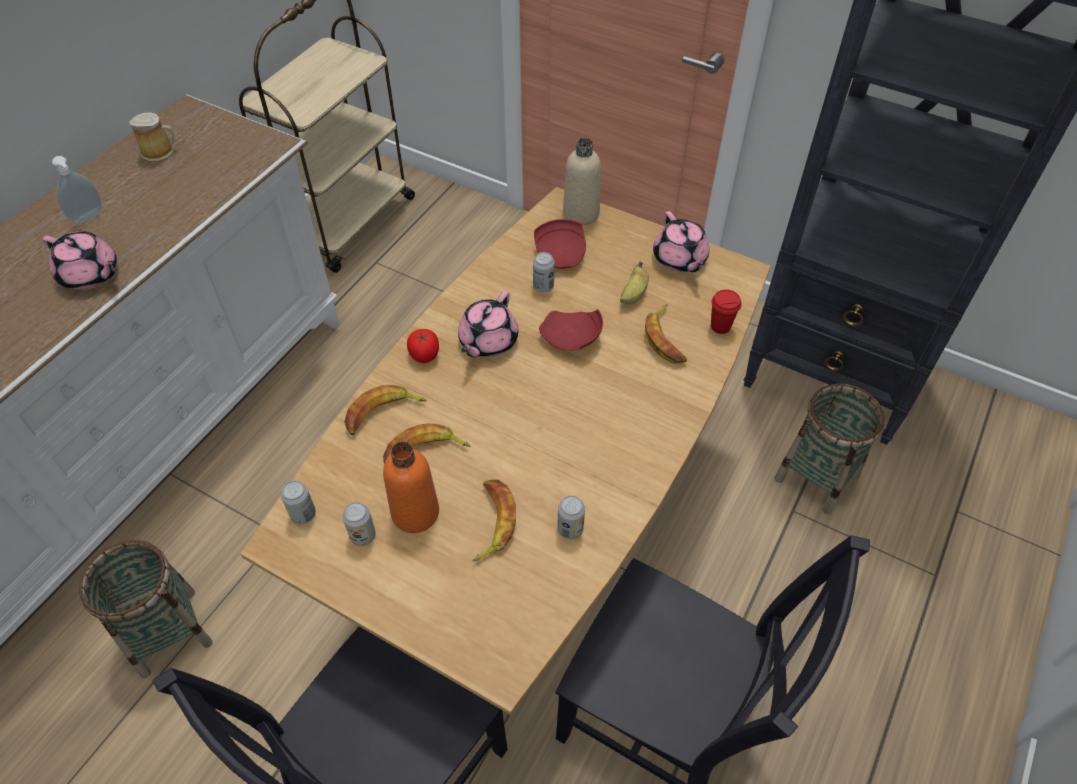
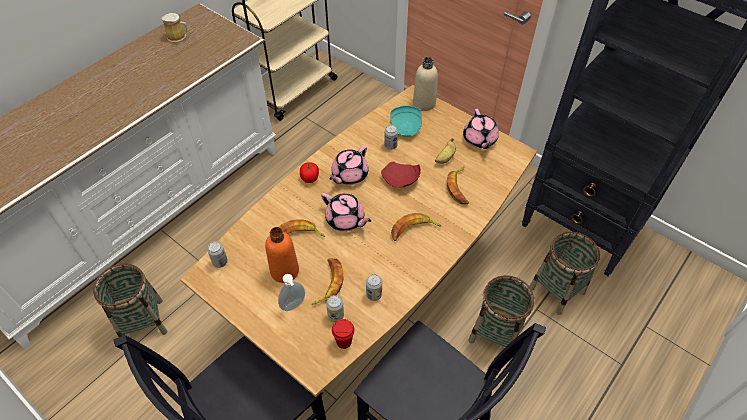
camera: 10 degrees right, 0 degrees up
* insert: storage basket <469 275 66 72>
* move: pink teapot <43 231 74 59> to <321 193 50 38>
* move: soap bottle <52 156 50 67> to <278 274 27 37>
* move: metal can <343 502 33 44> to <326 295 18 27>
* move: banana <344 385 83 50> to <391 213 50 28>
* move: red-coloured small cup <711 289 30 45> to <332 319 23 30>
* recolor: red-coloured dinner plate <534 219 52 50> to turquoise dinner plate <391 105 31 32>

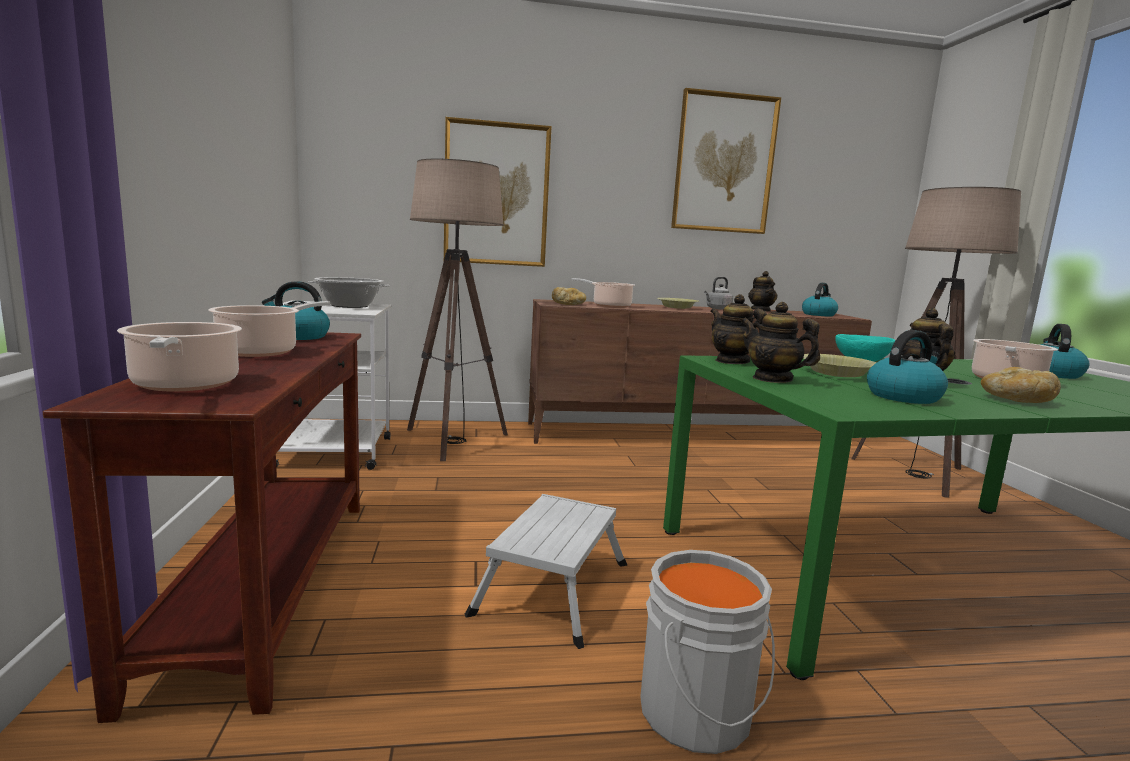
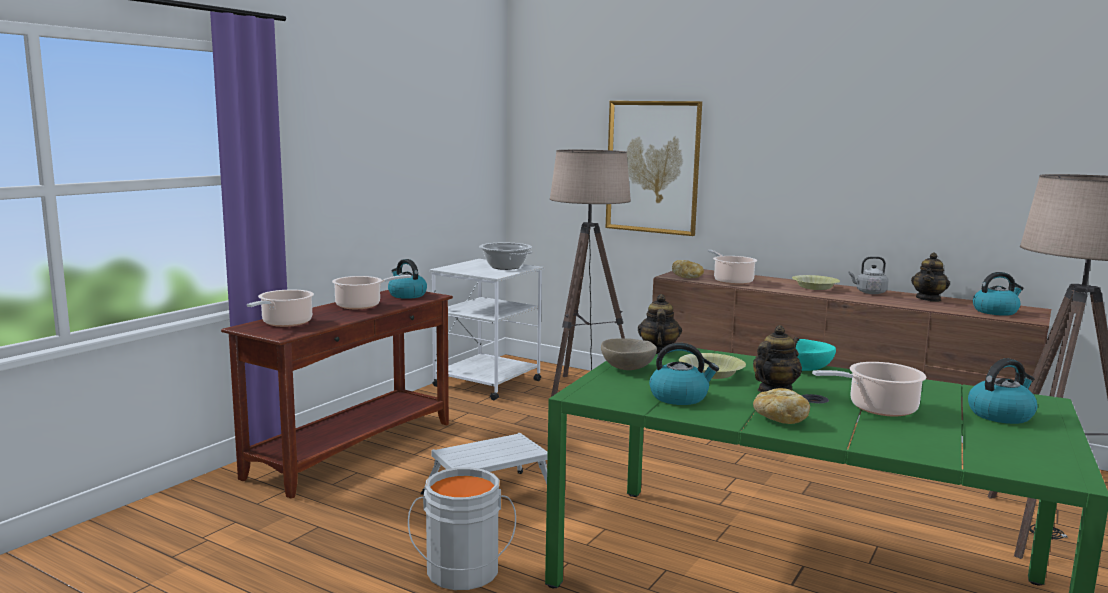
camera: 40 degrees right, 0 degrees up
* delete: wall picture <671 88 110 146>
* replace: teapot <741 302 79 81> to sand-coloured deep dish <601 338 56 32>

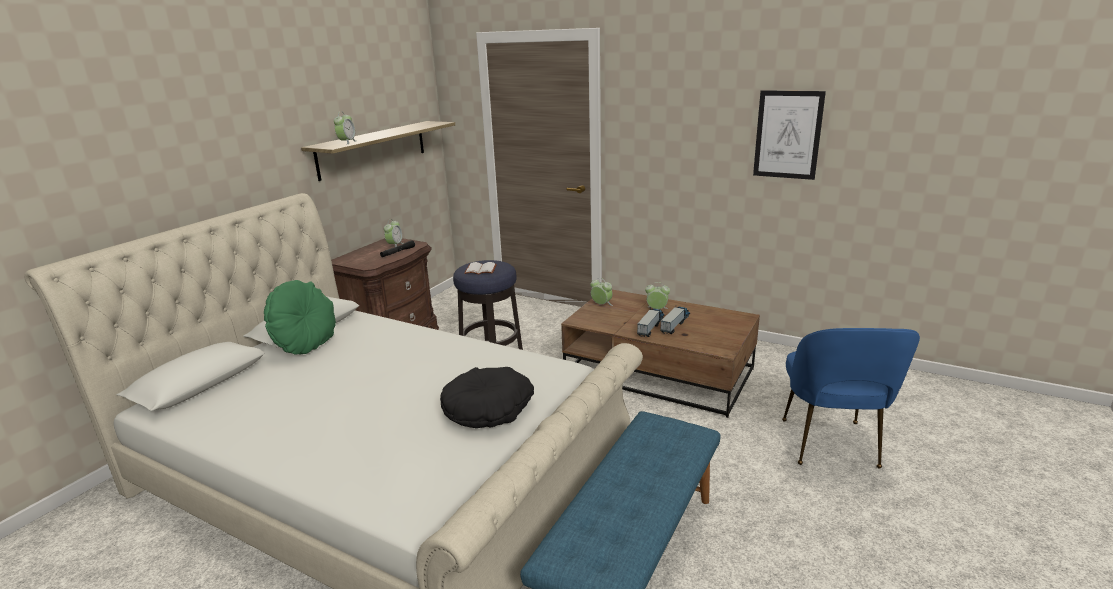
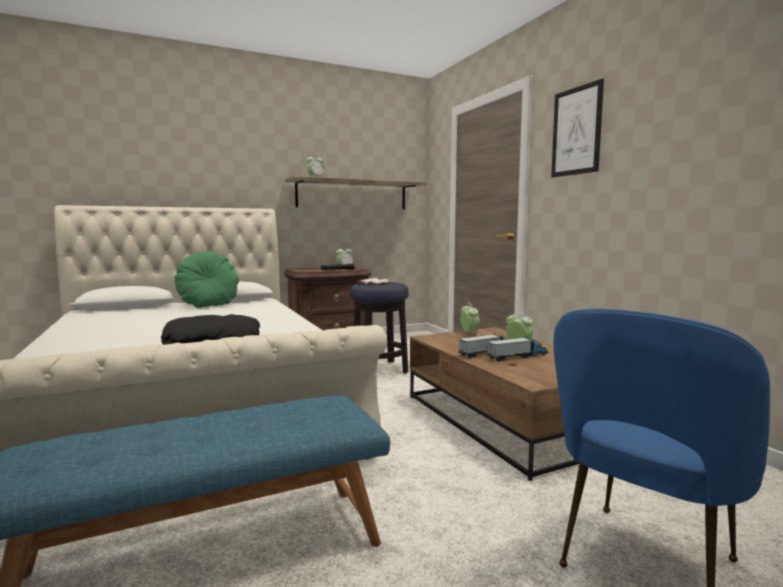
camera: 35 degrees right, 15 degrees down
* move: wall picture <753 90 73 90> to <551 78 53 99>

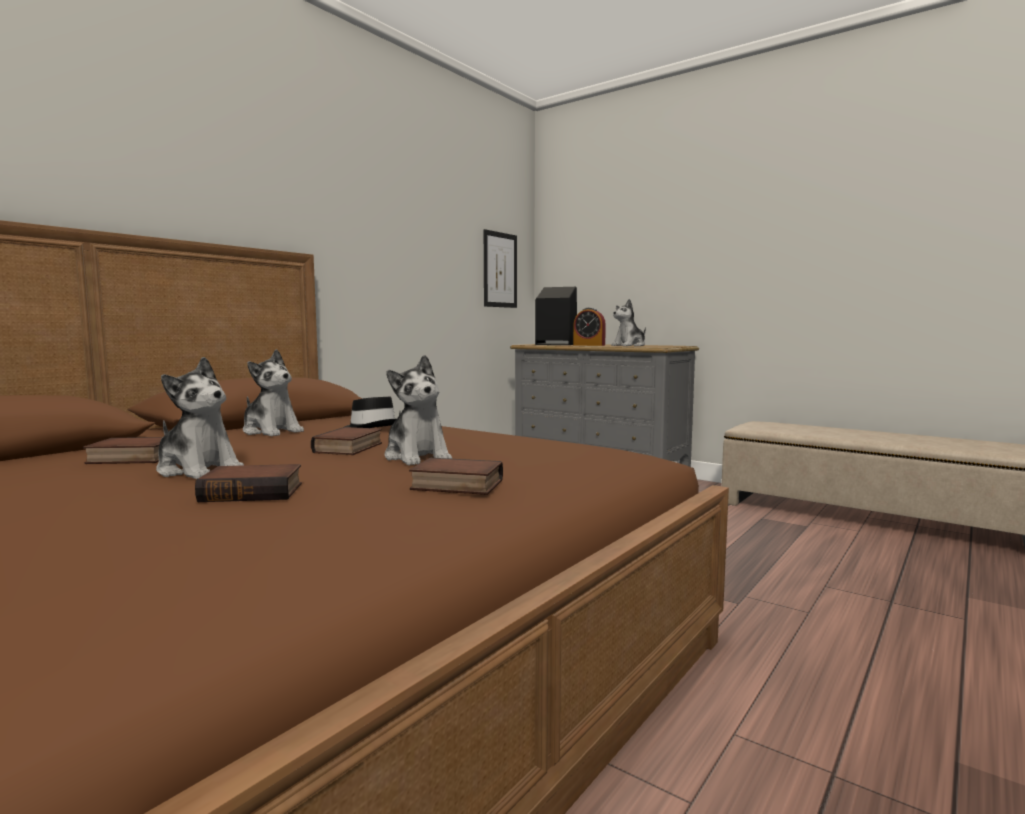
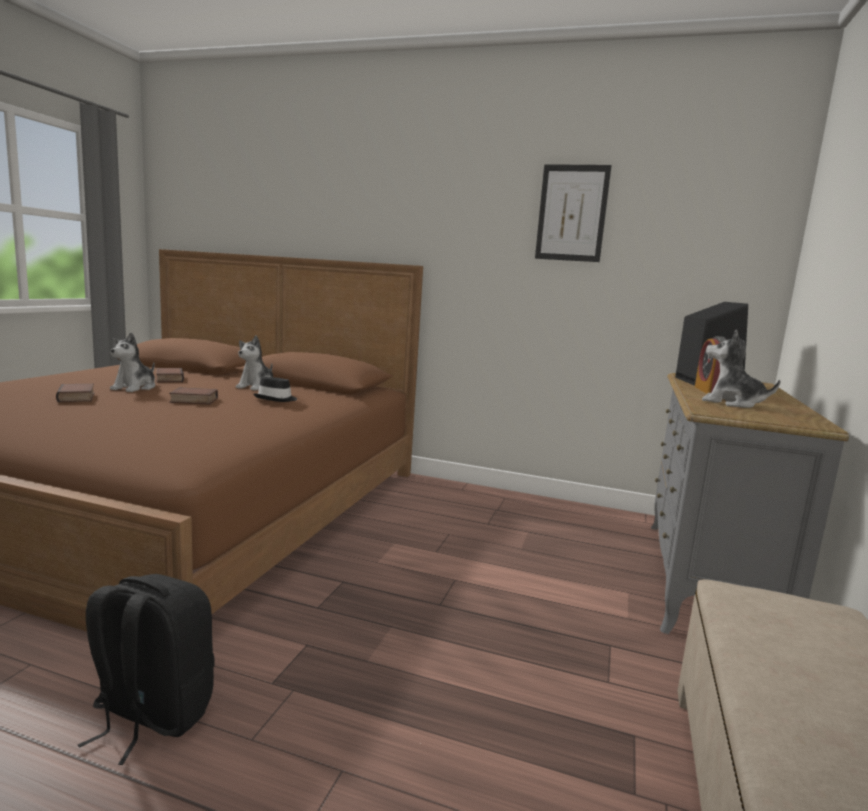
camera: 70 degrees right, 5 degrees up
* delete: cuddly toy <384 355 68 111>
* delete: bound book <409 458 94 37>
* insert: blackish backpack <78 574 137 191>
* move: wall picture <484 229 33 79> to <535 164 76 98>

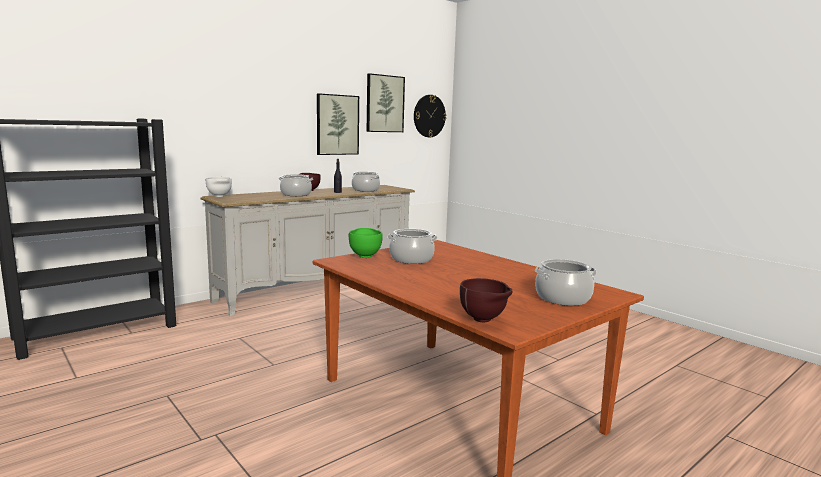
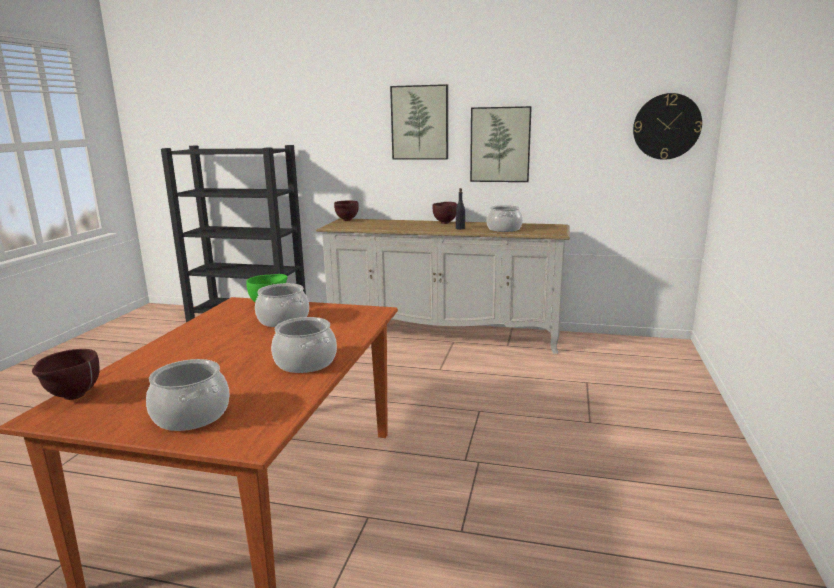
camera: 55 degrees right, 5 degrees up
* move: stockpot <278 174 35 22> to <271 317 66 56>
* move: wall picture <367 73 38 59> to <390 84 58 76>
* recolor: white-coloured deep dish <206 177 26 20> to brown-coloured deep dish <334 201 25 20>

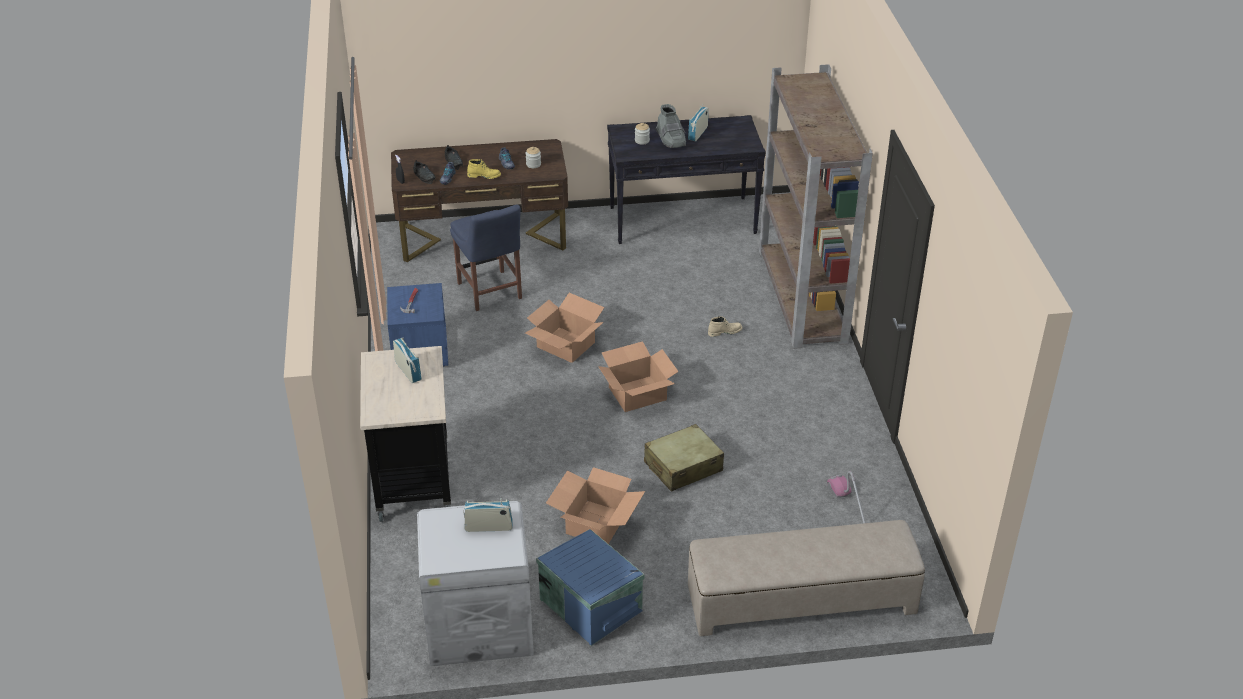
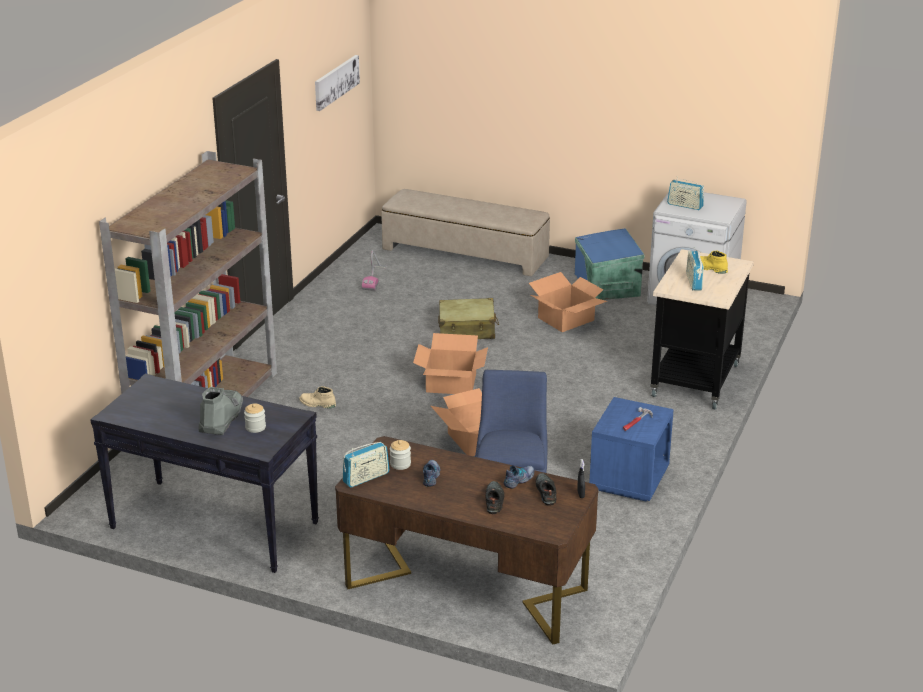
camera: 150 degrees left, 10 degrees down
* insert: wall picture <315 55 45 56>
* move: yellowish high-top boot <467 159 34 20> to <700 250 28 24>
* move: radio set <688 106 20 35> to <343 442 46 45>

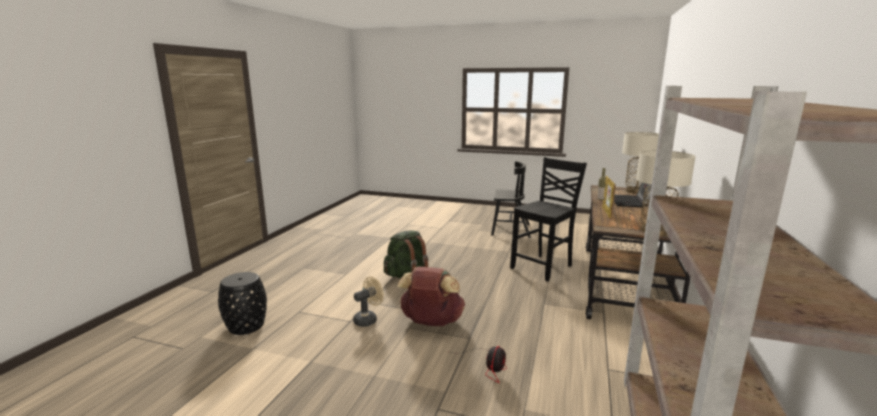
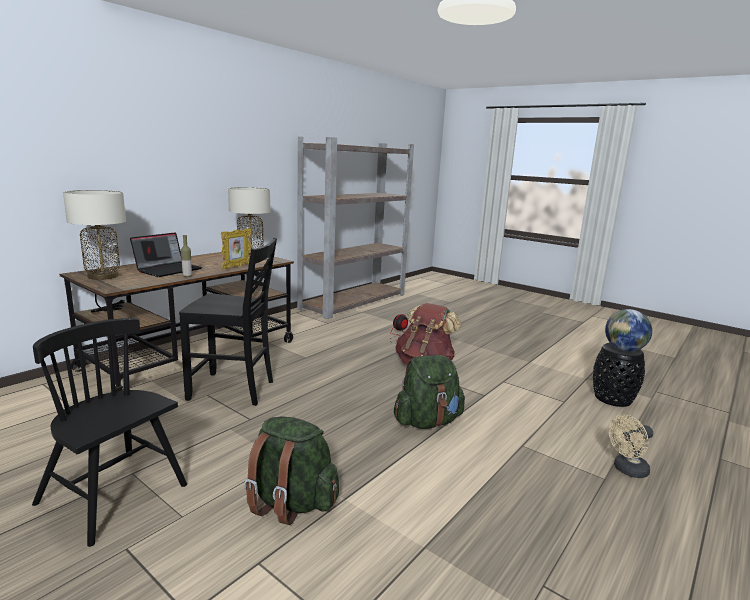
camera: 160 degrees left, 0 degrees up
* insert: greenish backpack <244 416 95 109>
* insert: globe <605 309 47 43>
* move: sand-coloured electric fan <353 277 31 50> to <609 415 44 63>
* rotate: blackish plain chair <510 157 77 125> = <179 238 98 168> 150 degrees counterclockwise

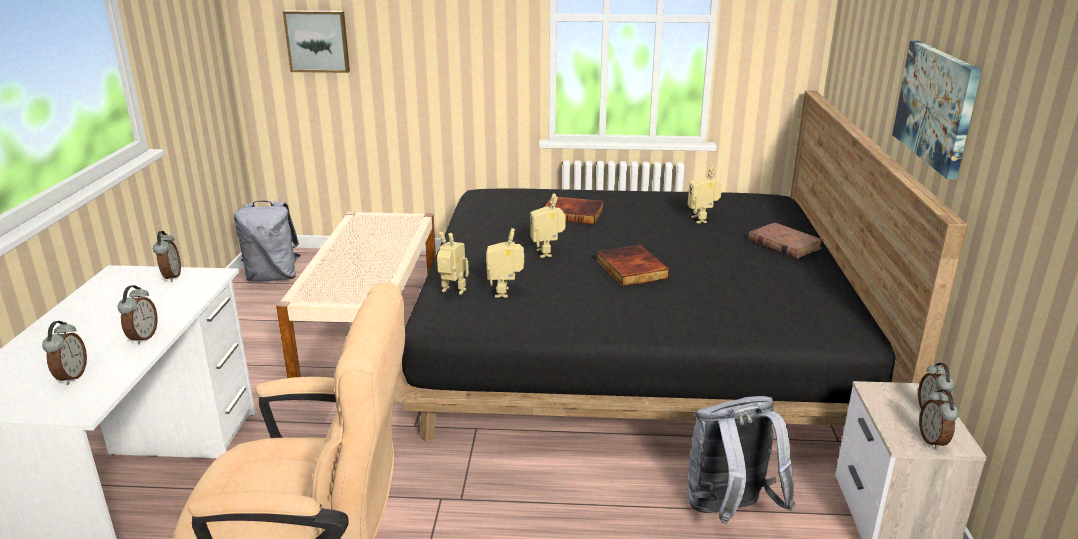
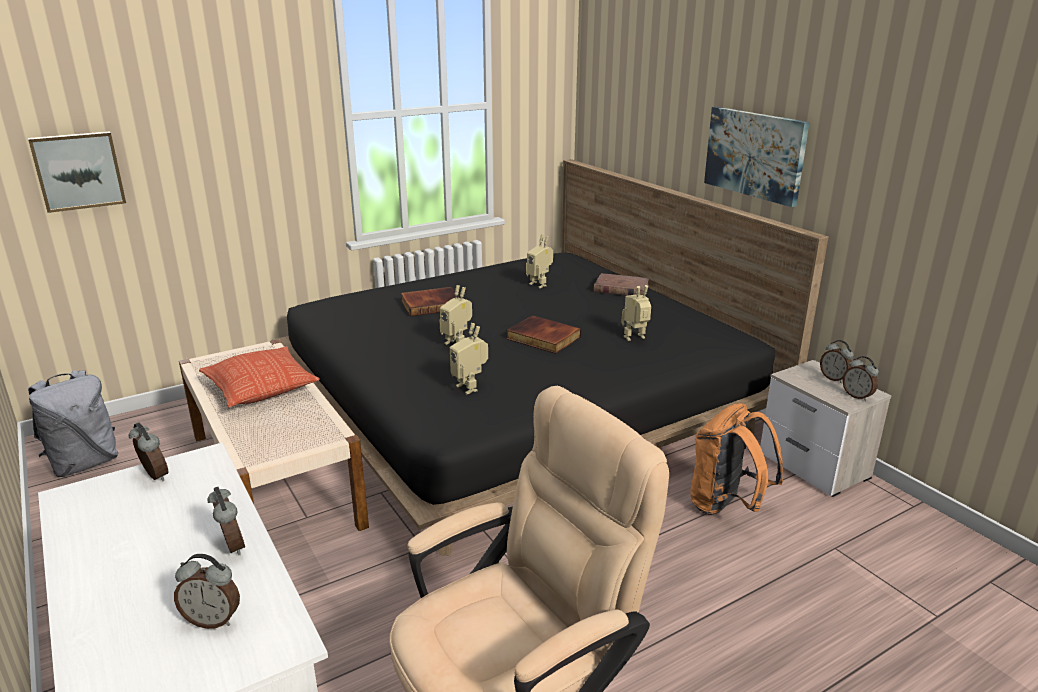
camera: 35 degrees left, 0 degrees up
* insert: orangey pillow <199 346 121 61>
* move: toy robot <437 232 32 63> to <621 285 30 56>
* recolor: gray backpack <687 396 108 128> to orangey backpack <690 403 93 112>
* rotate: bedside clock <42 321 45 64> = <174 554 66 75> 135 degrees clockwise

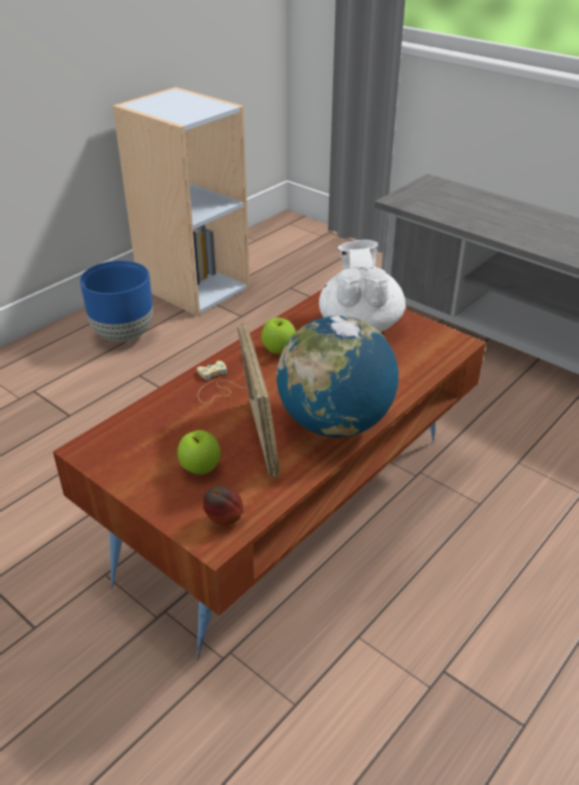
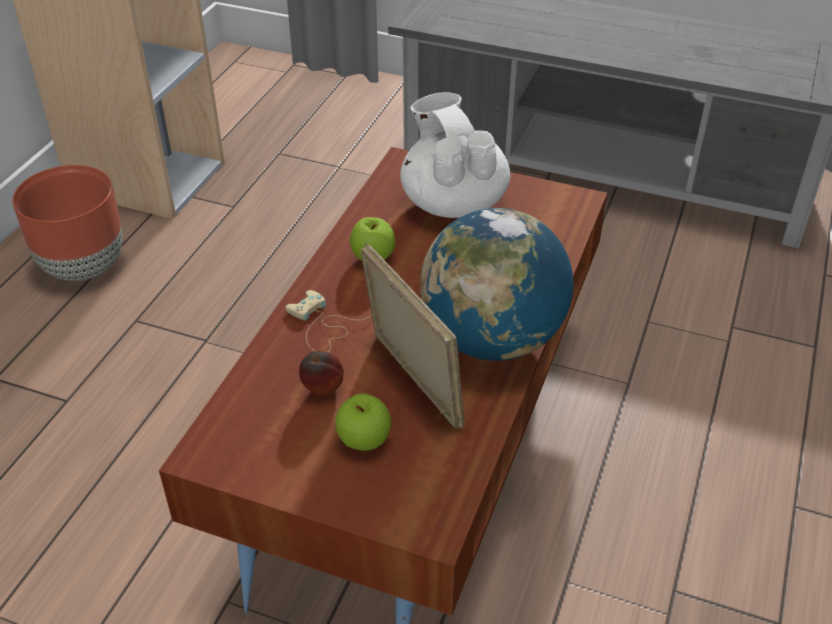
camera: 20 degrees left, 5 degrees up
* move: apple <203 486 40 40> to <299 351 45 44>
* recolor: blue planter <80 261 73 81> to brown-coloured planter <12 165 111 116>

